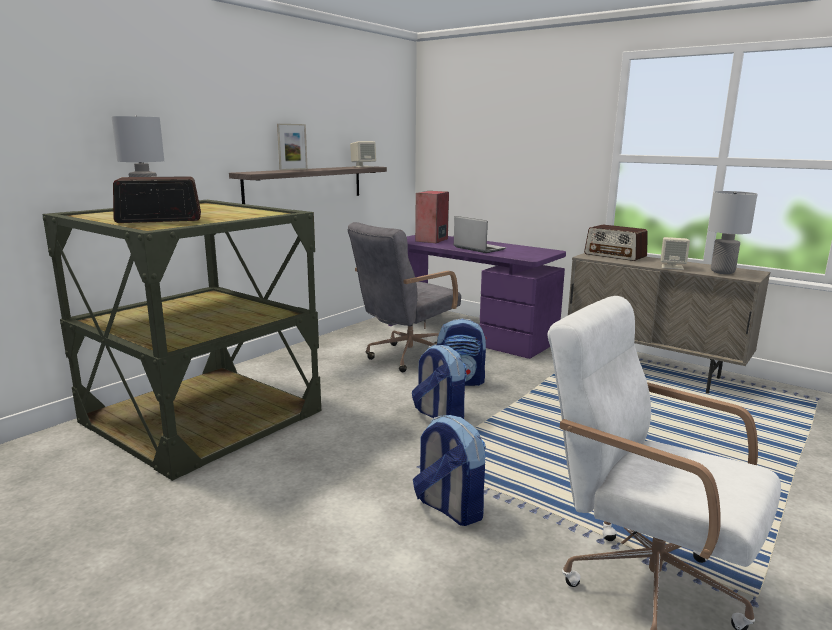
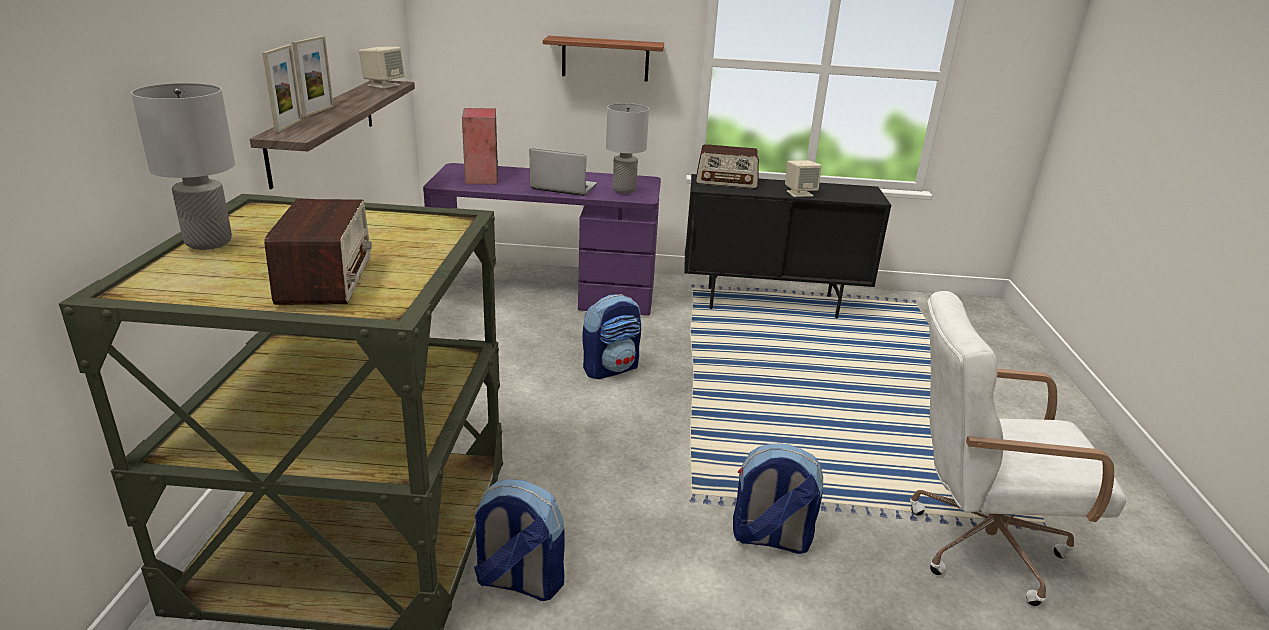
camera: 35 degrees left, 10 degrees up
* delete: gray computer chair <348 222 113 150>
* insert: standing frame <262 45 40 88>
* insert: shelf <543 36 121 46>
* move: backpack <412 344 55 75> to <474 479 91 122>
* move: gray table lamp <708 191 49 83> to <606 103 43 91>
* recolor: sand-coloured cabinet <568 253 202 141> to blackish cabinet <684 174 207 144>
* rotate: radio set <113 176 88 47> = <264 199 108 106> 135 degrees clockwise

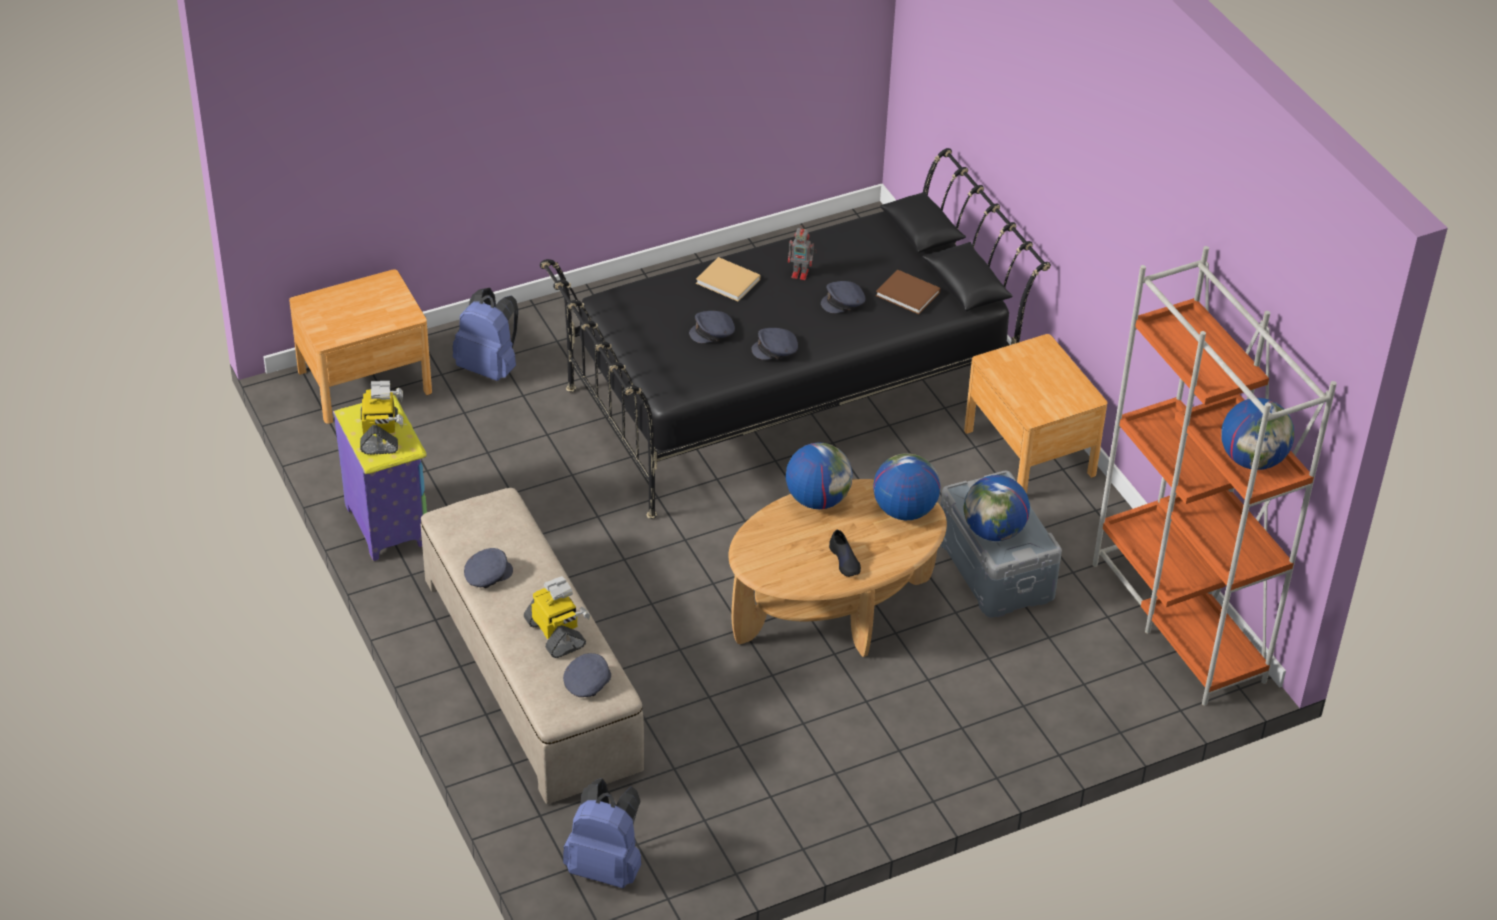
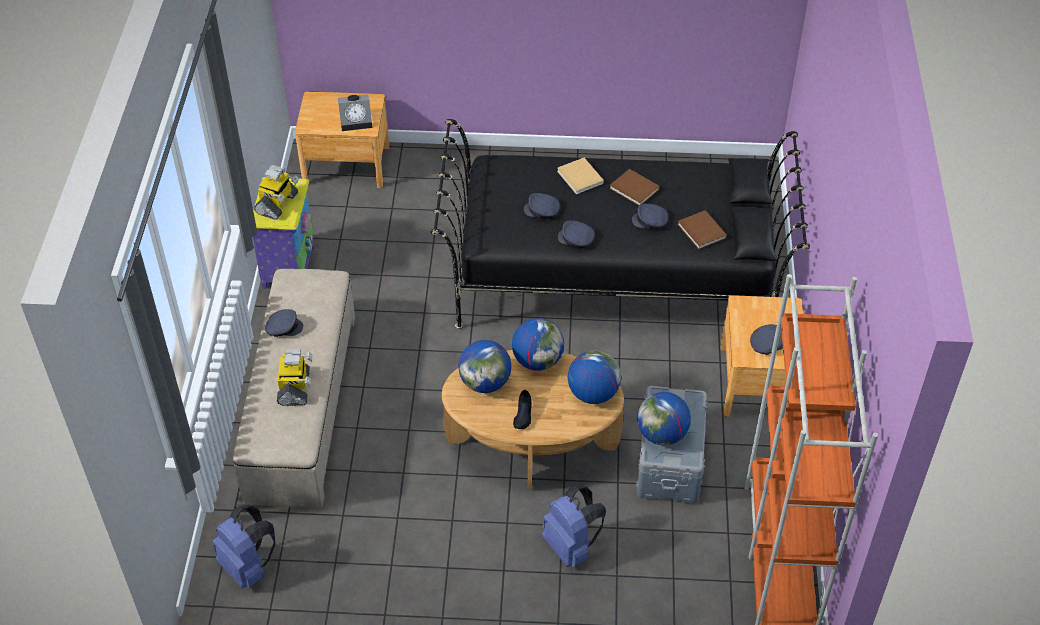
camera: 30 degrees right, 5 degrees up
* insert: bedside clock <338 94 34 37>
* move: blue backpack <453 288 65 93> to <542 486 64 81>
* move: gray peaked cap <563 653 48 44> to <750 324 33 31>
* move: globe <1221 398 73 72> to <458 340 54 53>
* replace: toy robot <788 225 28 55> to brown-coloured bound book <609 169 51 37>

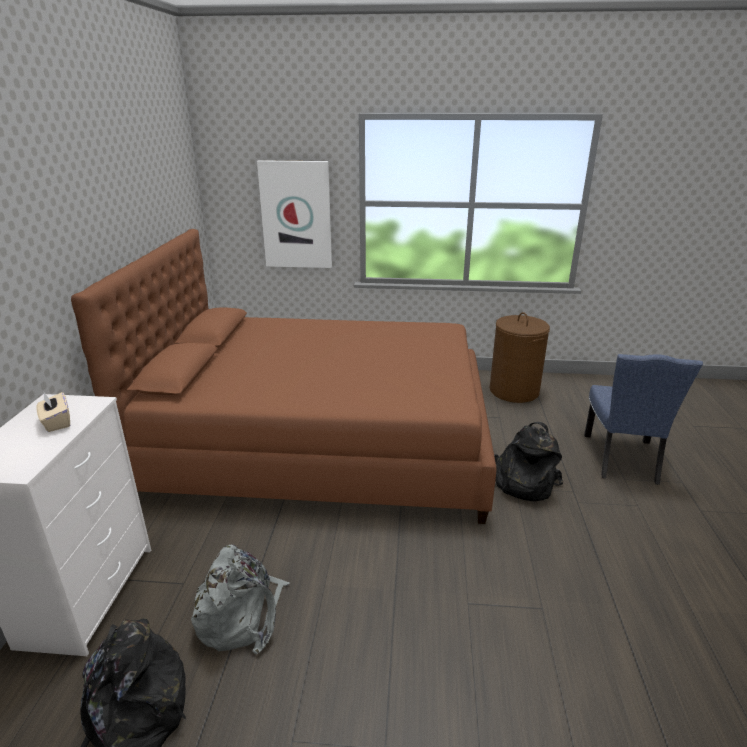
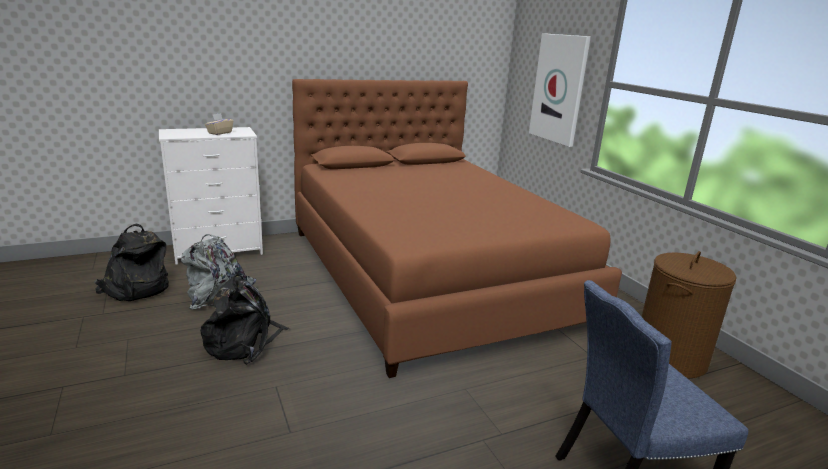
camera: 60 degrees right, 5 degrees down
* move: blackish backpack <494 422 69 79> to <200 274 89 91>

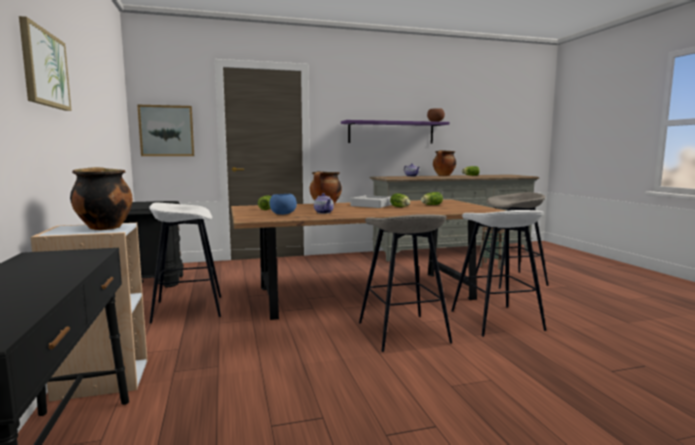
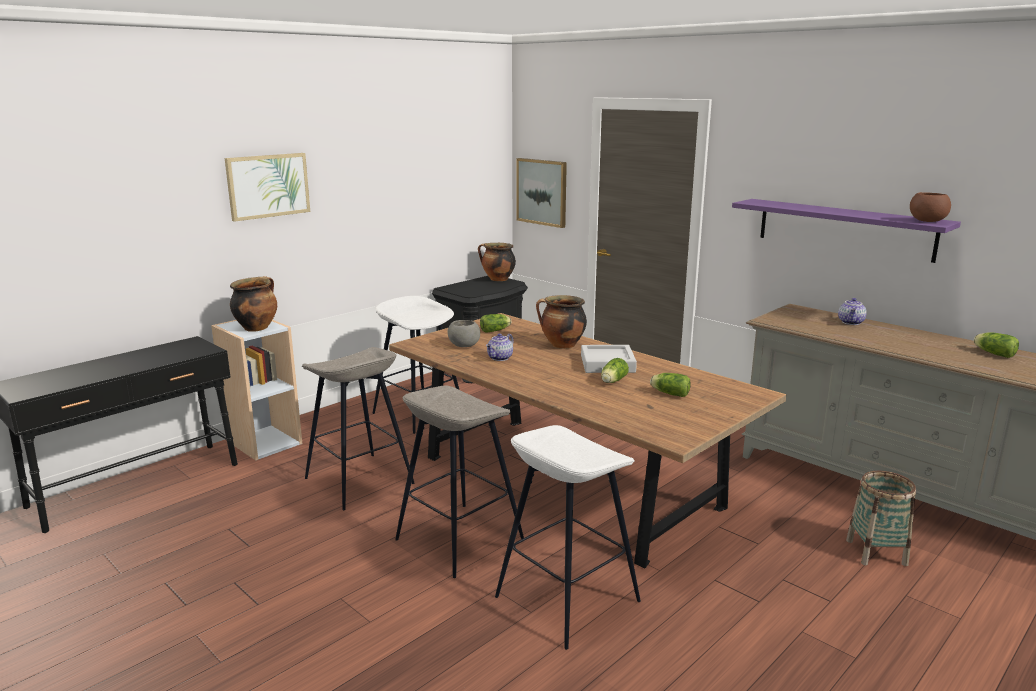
camera: 60 degrees right, 10 degrees up
* move: stockpot <433 150 23 26> to <478 243 38 38>
* move: gray stool seat <476 192 72 97> to <302 347 112 163>
* recolor: blue deep dish <269 194 28 21> to gray deep dish <448 320 32 27>

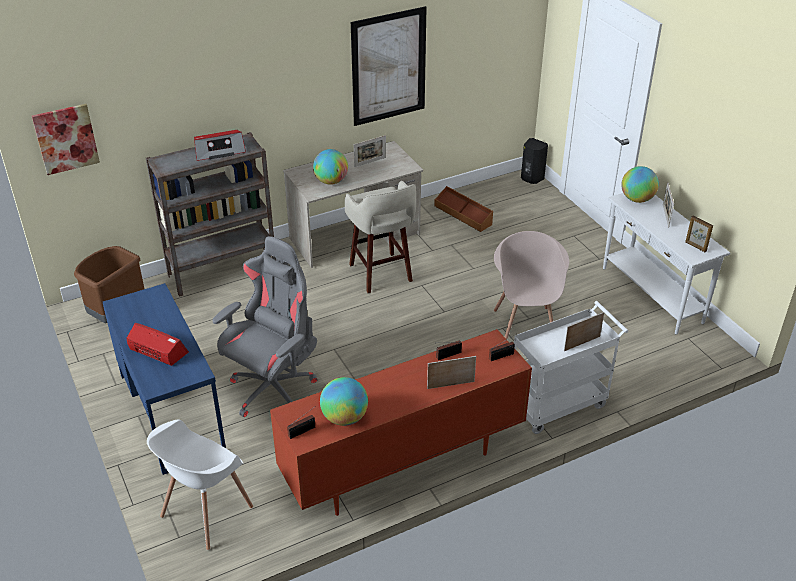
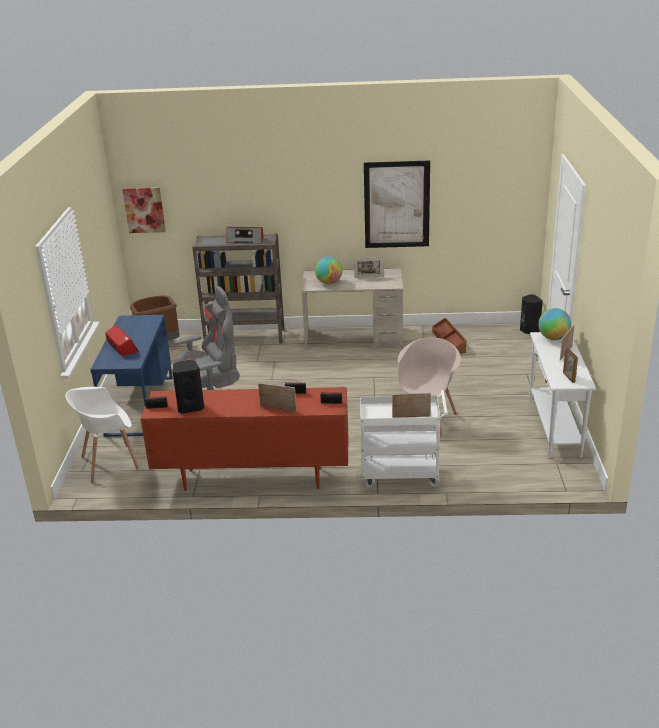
camera: 30 degrees right, 10 degrees down
* delete: sand-coloured stool seat <345 181 71 112>
* replace: globe <320 377 48 49> to blackish audio speaker <172 360 32 54>

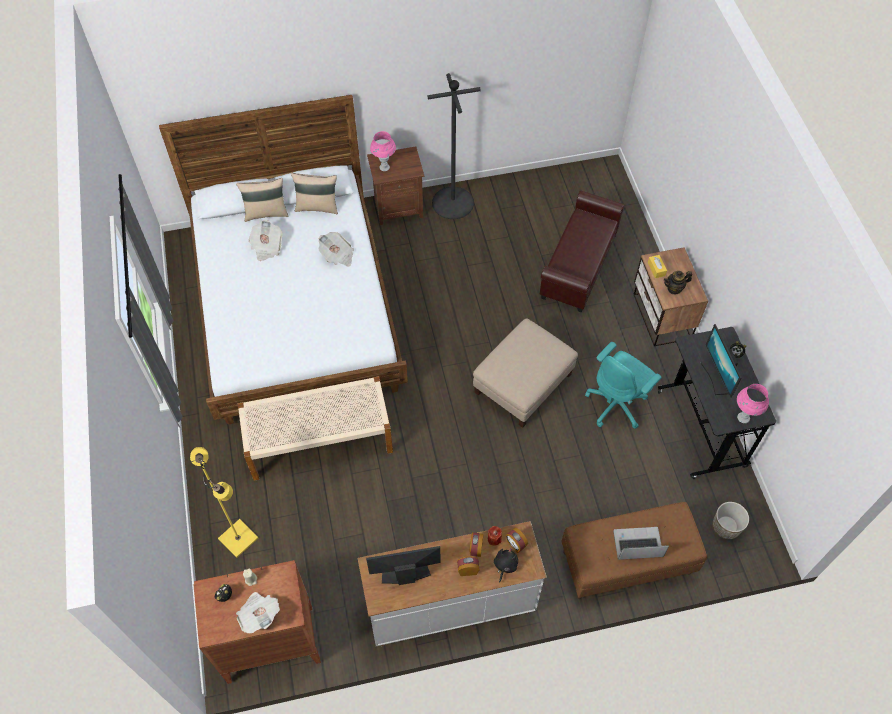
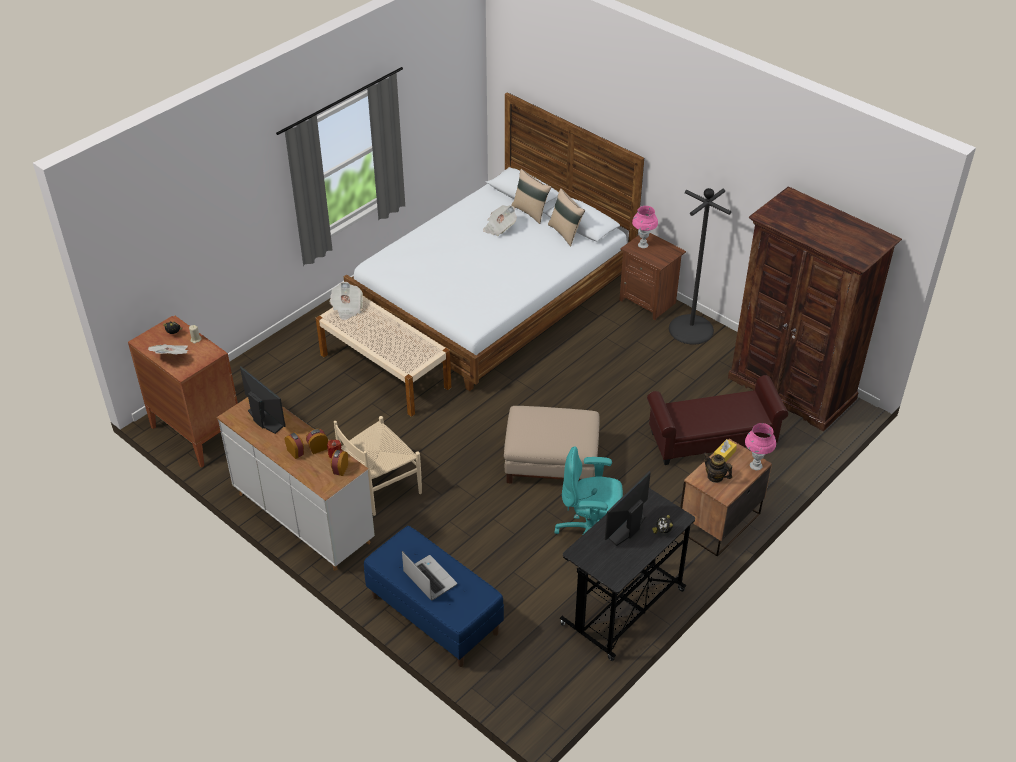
camera: 55 degrees right, 15 degrees down
* delete: yellowish floor lamp <190 447 68 111>
* delete: blackish cuddly toy <494 548 24 35>
* delete: planter <713 502 36 37>
* insert: sand-coloured plain chair <334 416 88 100>
* insert: brown-coloured armoire <728 186 174 246>
* move: printed paper <319 232 35 35> to <329 282 34 38>
* move: pink table lamp <737 384 32 39> to <745 423 31 47>
* recolor: brown-coloured indoor bench <561 502 146 97> to blue indoor bench <364 526 140 141>

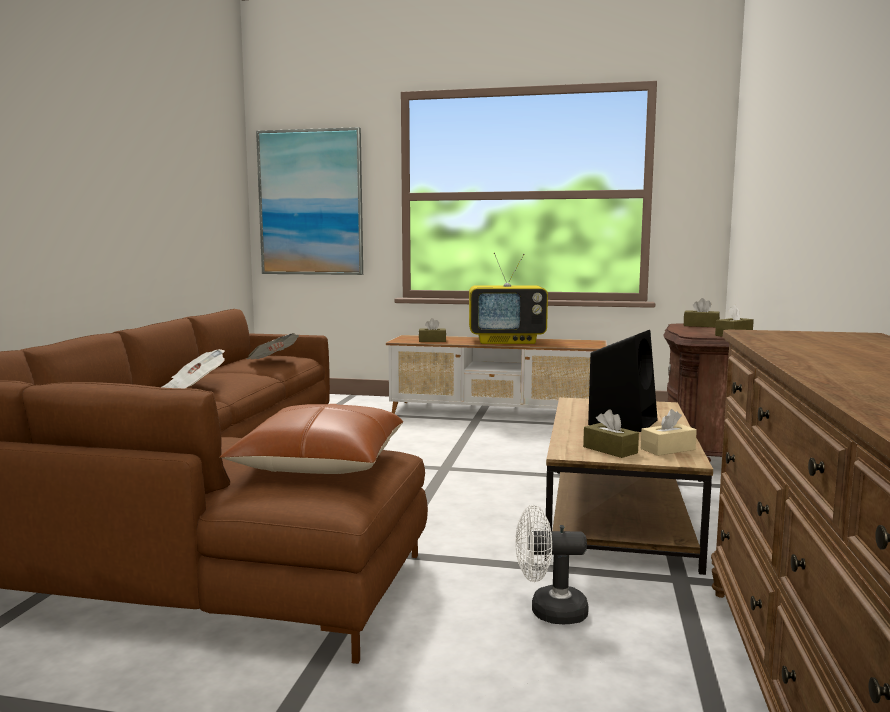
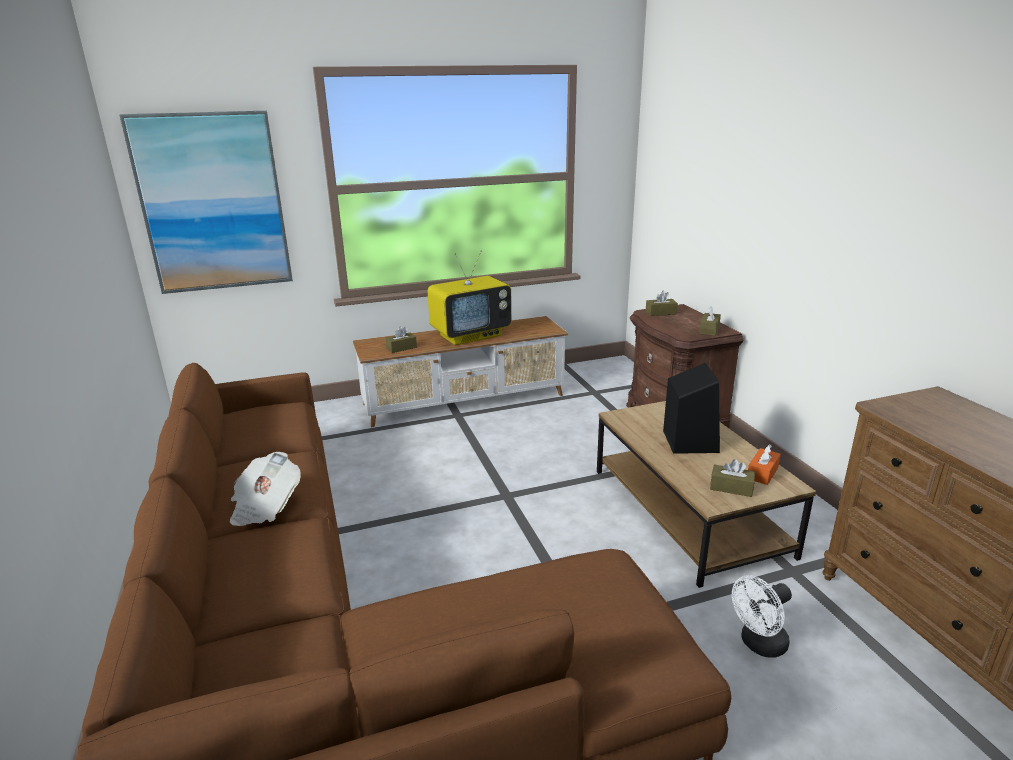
camera: 30 degrees left, 15 degrees up
* delete: brown-coloured pillow <220 404 183 70>
* delete: printed paper <246 333 53 26>
* recolor: sand-coloured box of tissues <641 409 56 47> to orangey box of tissues <748 444 33 41>

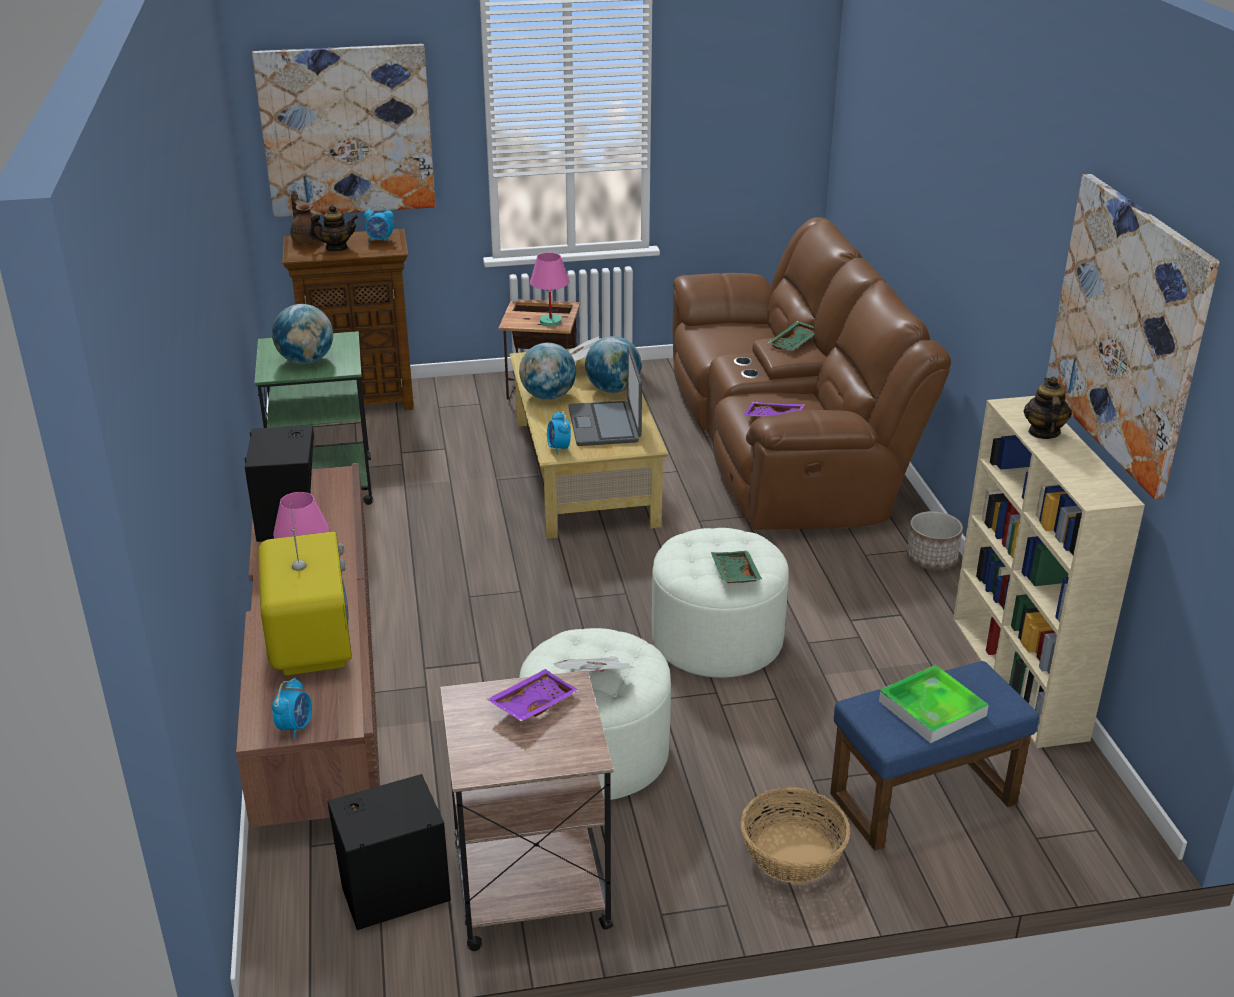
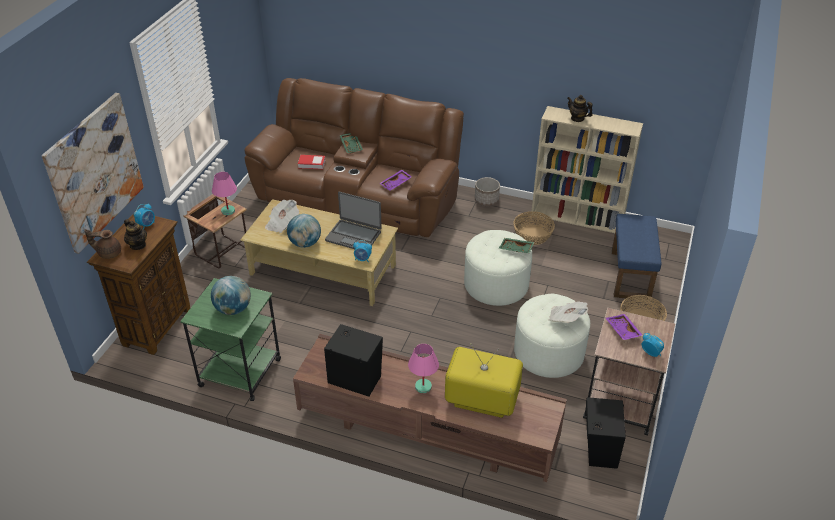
camera: 60 degrees left, 10 degrees up
* delete: globe <585 336 56 57>
* delete: serving tray <879 665 110 78>
* delete: wall picture <1046 174 173 325>
* insert: bound book <298 155 28 14>
* insert: storage basket <513 211 42 34>
* move: bedside clock <272 678 40 62> to <642 333 22 24>
* rotate: teapot <309 205 49 46> = <124 219 23 31> 120 degrees clockwise

